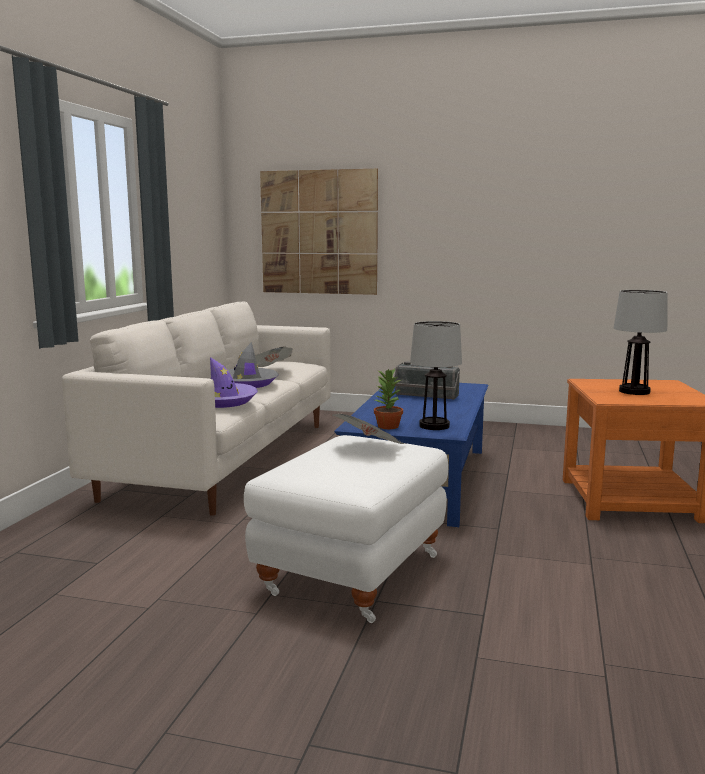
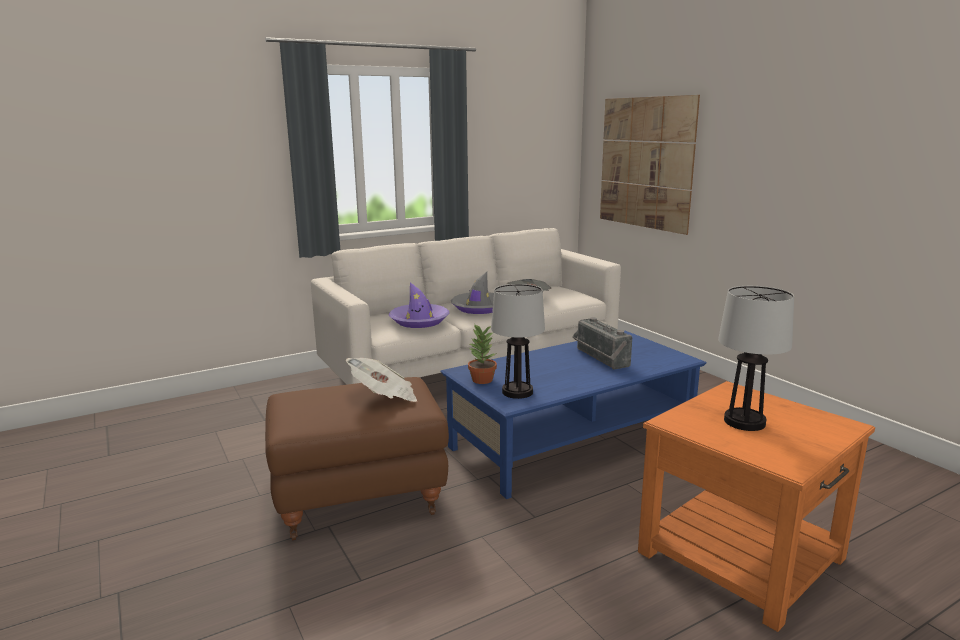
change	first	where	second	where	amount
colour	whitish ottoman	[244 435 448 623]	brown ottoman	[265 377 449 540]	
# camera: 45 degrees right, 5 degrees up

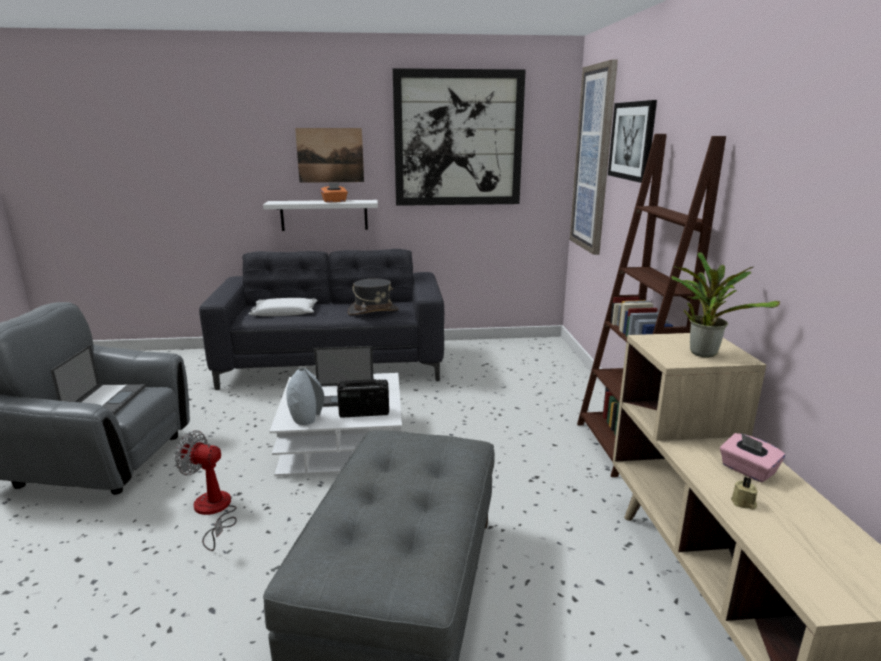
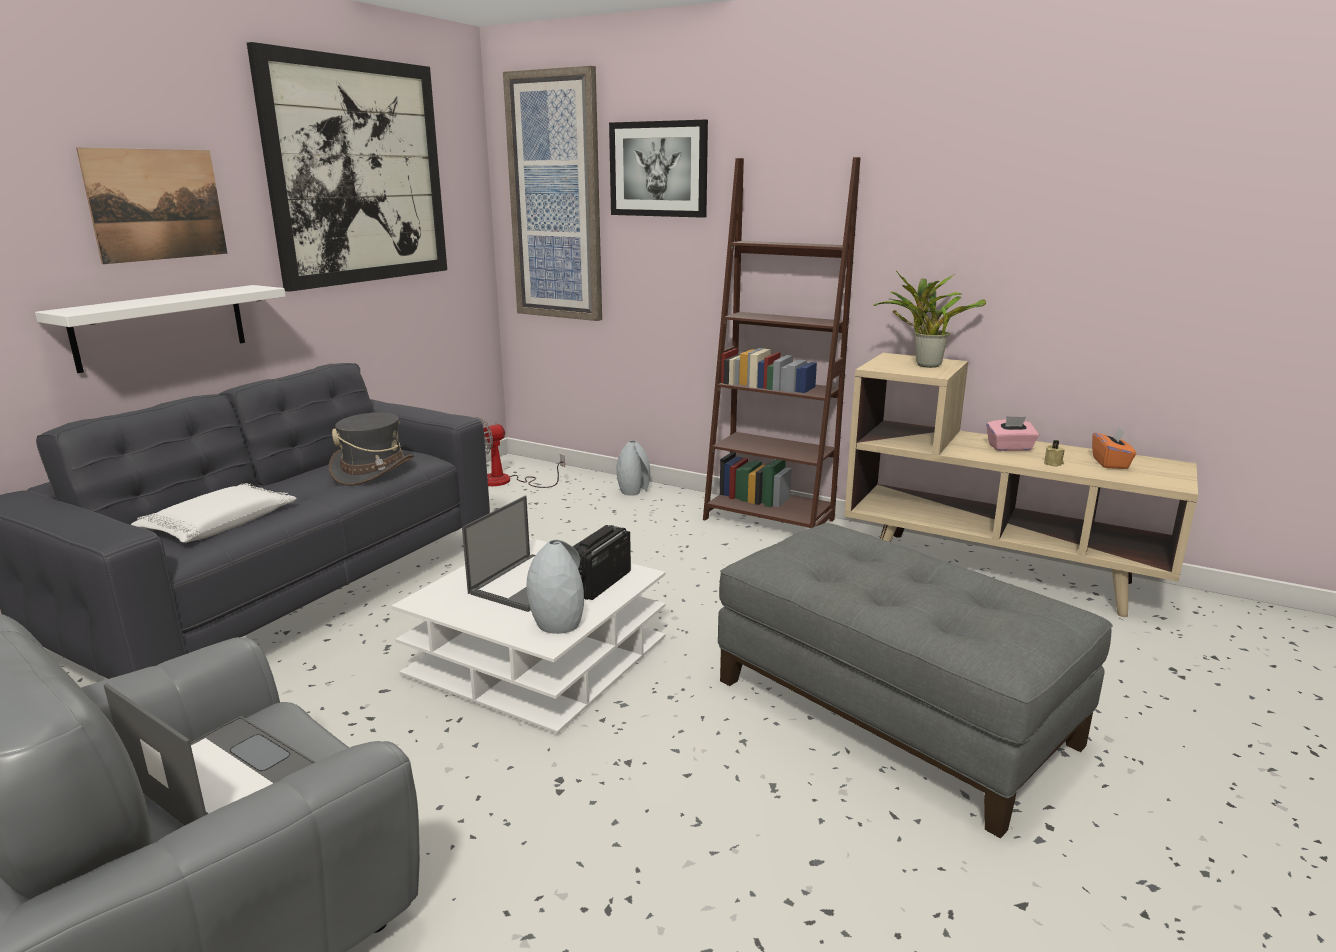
change	first	where	second	where	amount
relocated	orange-coloured box of tissues	[320 182 348 203]		[1092 427 1136 469]	
relocated	electric fan	[175 430 237 551]		[476 417 565 488]	
appeared			grey flower vase	[617 440 650 496]	
# camera: 55 degrees left, 0 degrees up

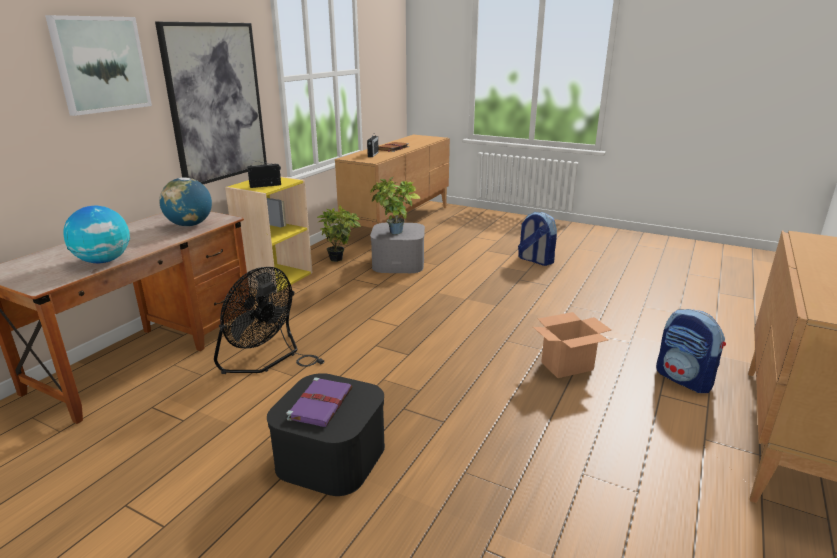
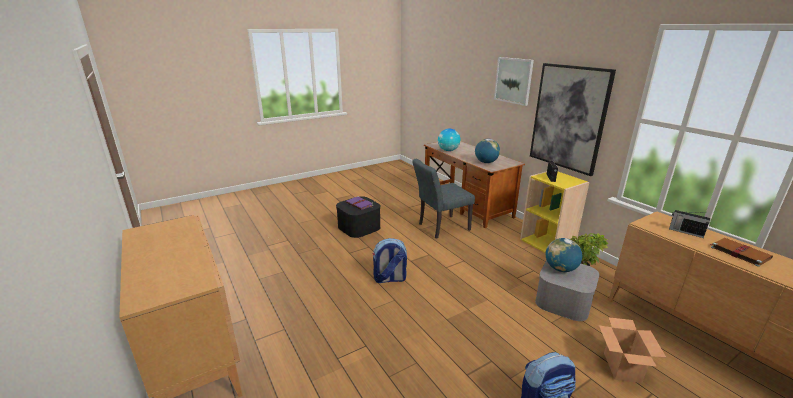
change	first	where	second	where	amount
exchanged	potted plant	[370 177 420 235]	desk globe	[546 238 582 272]	
exchanged	black electric fan	[214 267 324 374]	grey plain chair	[412 159 475 239]	
relocated	knapsack	[656 309 726 393]		[373 238 407 283]	
relocated	packing box	[533 312 611 378]		[599 317 666 383]	
# camera: 120 degrees right, 0 degrees up

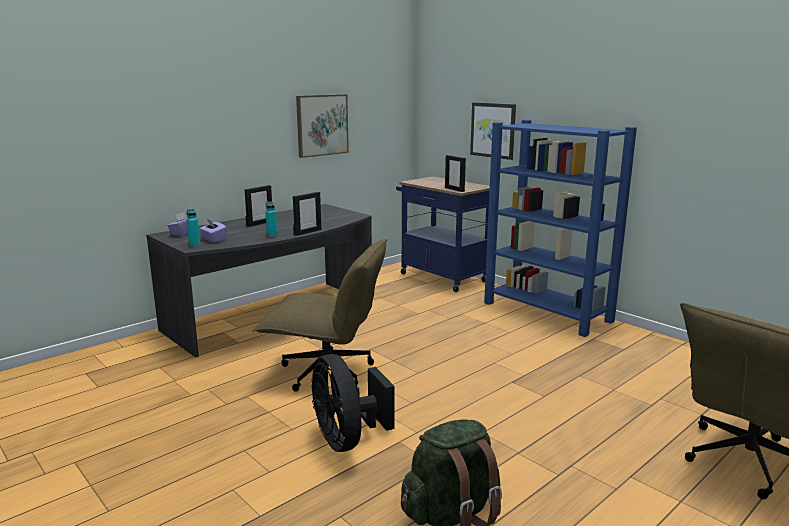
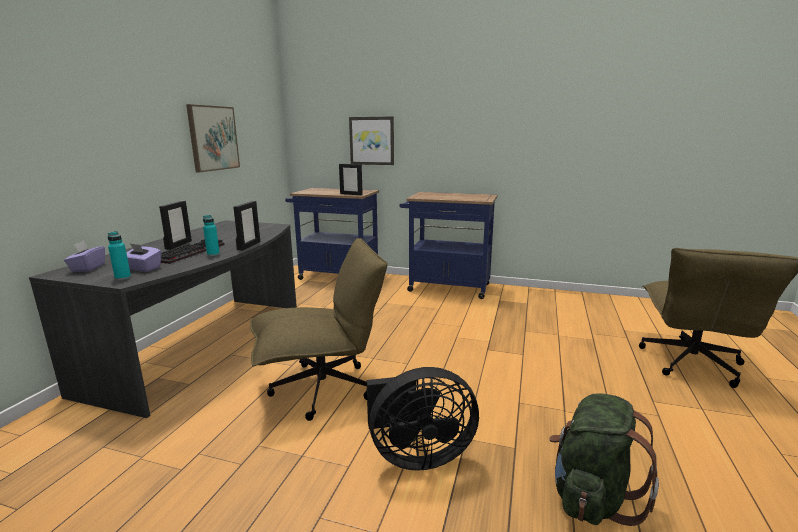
change	first	where	second	where	amount
exchanged	blue-coloured bookshelf	[484 120 637 337]	blue-coloured trolley	[399 192 497 299]	
spun	black electric fan	[311 354 394 452]		[367 367 479 471]	45 degrees counterclockwise
appeared			computer keyboard	[161 239 224 264]	
# camera: 30 degrees left, 0 degrees up

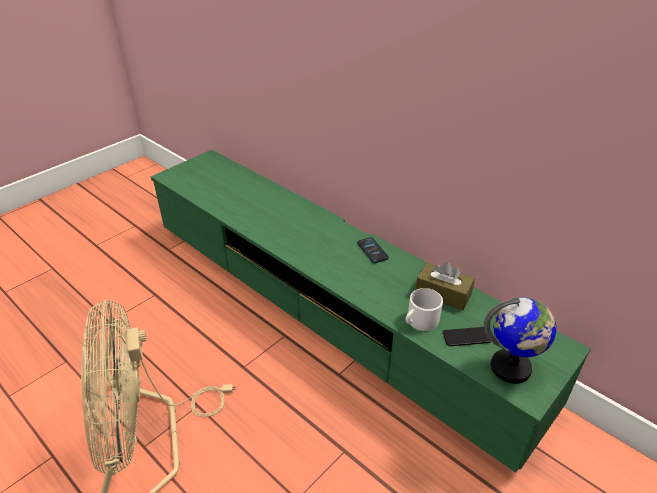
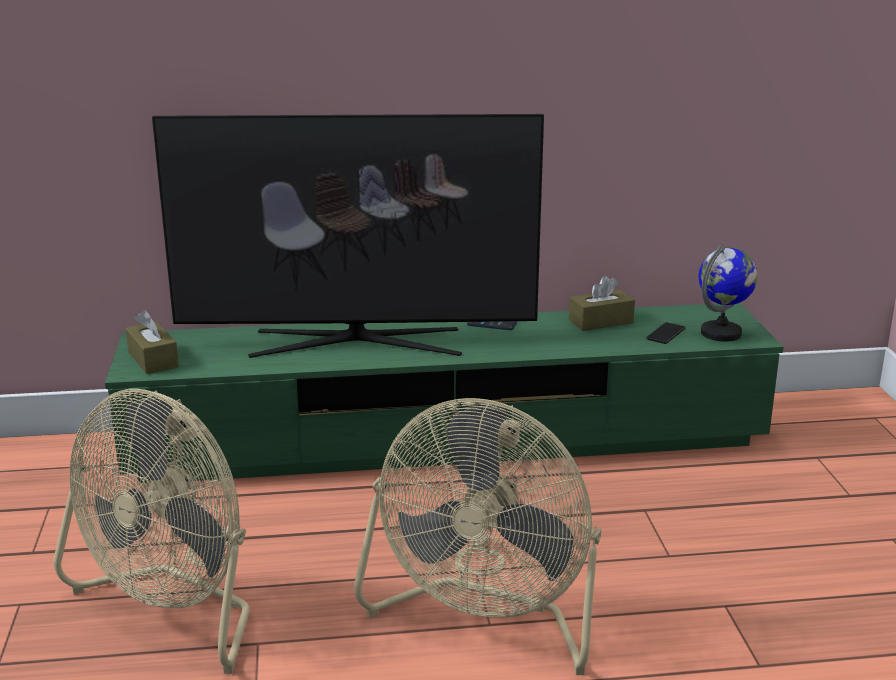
change	first	where	second	where	amount
missing	whitish coffee mug	[405 288 443 331]			
appeared			TV	[152 114 544 358]	
appeared			brown box of tissues	[125 310 179 374]	
appeared			sand-coloured electric fan	[53 389 250 674]	
# camera: 50 degrees left, 15 degrees down

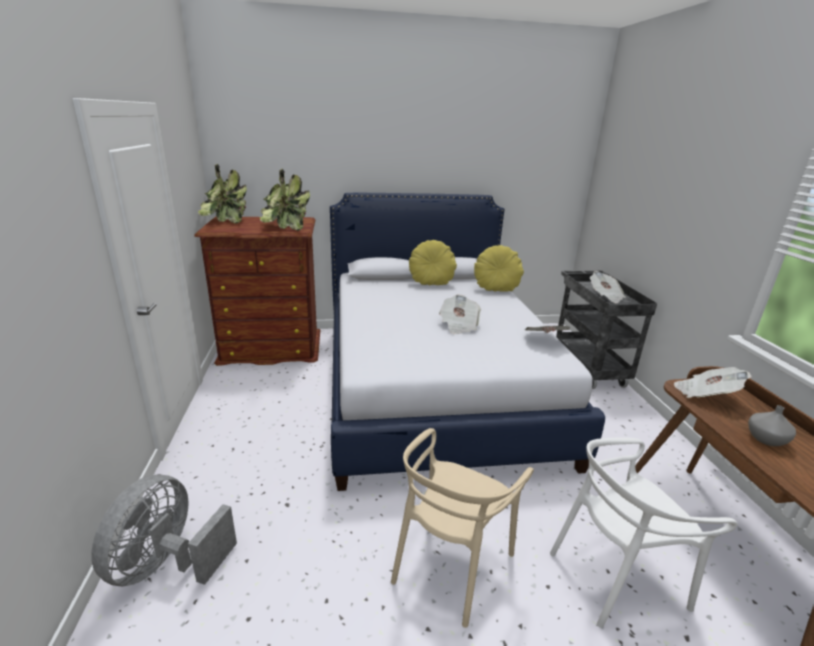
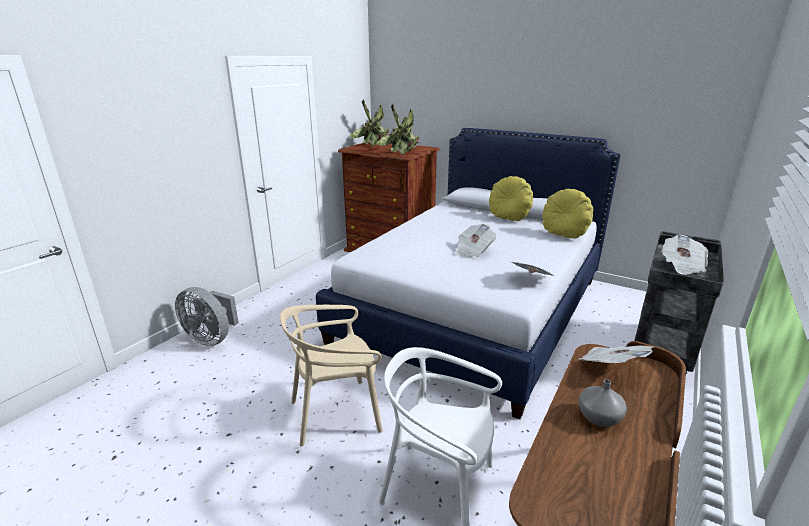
change	first	where	second	where	amount
spun	grey electric fan	[91 475 237 586]		[175 287 239 346]	120 degrees counterclockwise
# camera: 40 degrees right, 0 degrees up

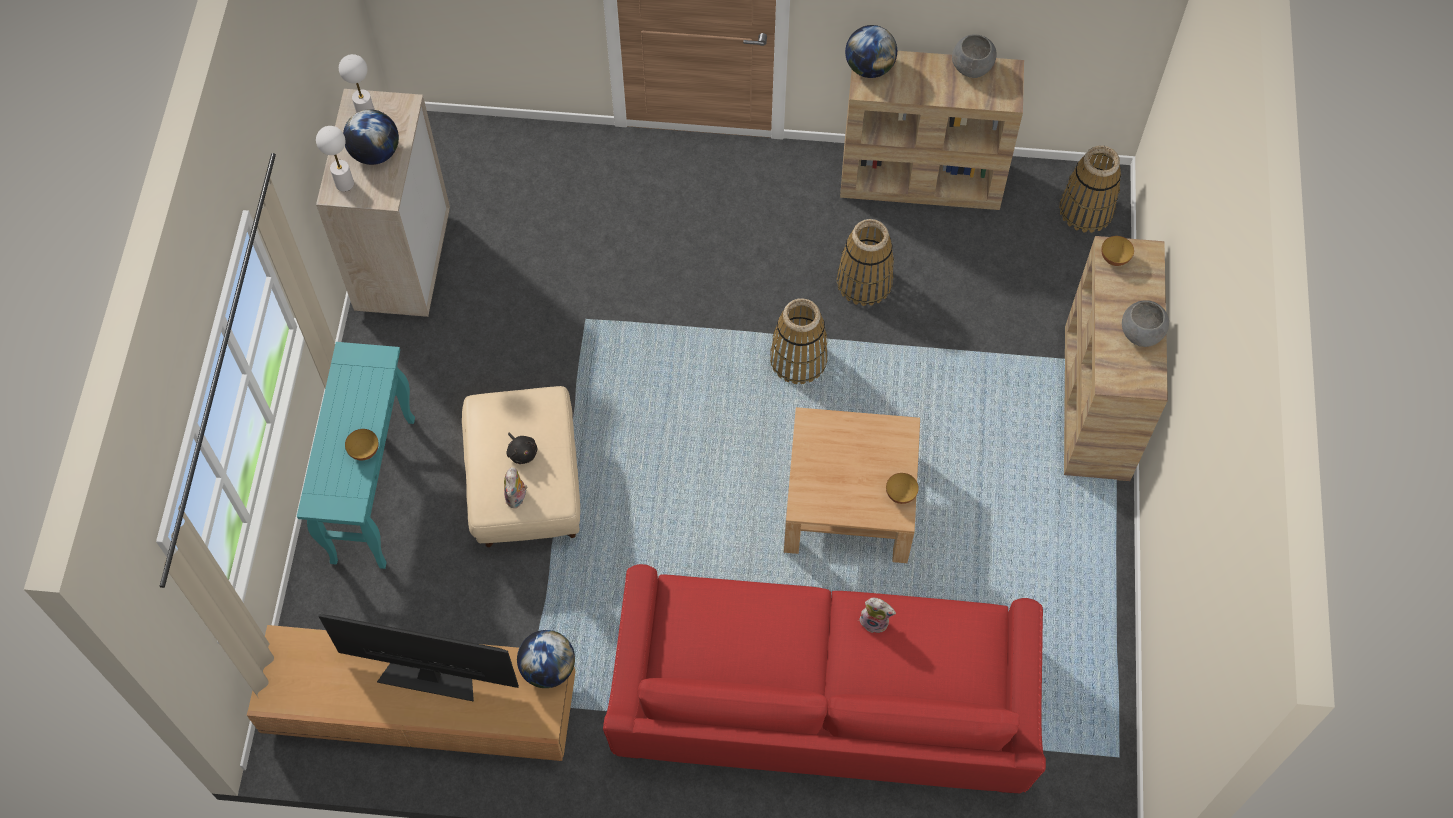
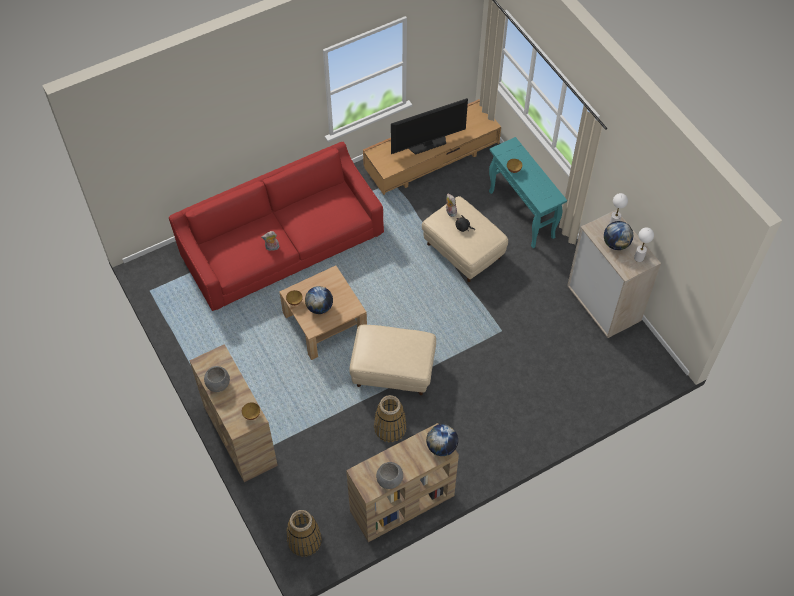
change	first	where	second	where	amount
exchanged	storage basket	[770 298 828 384]	sand-coloured ottoman	[349 325 436 395]	
relocated	desk globe	[517 630 575 688]		[305 286 333 314]	
# camera: 145 degrees right, 5 degrees down

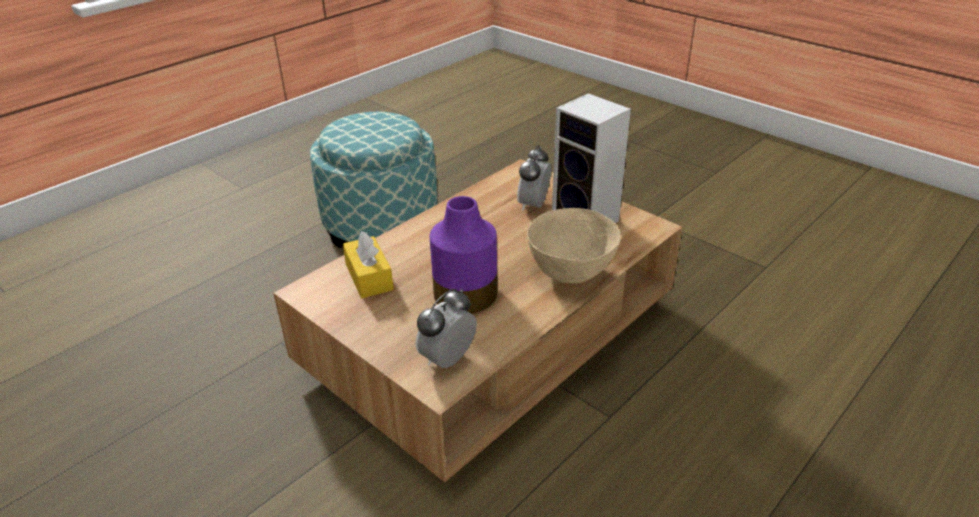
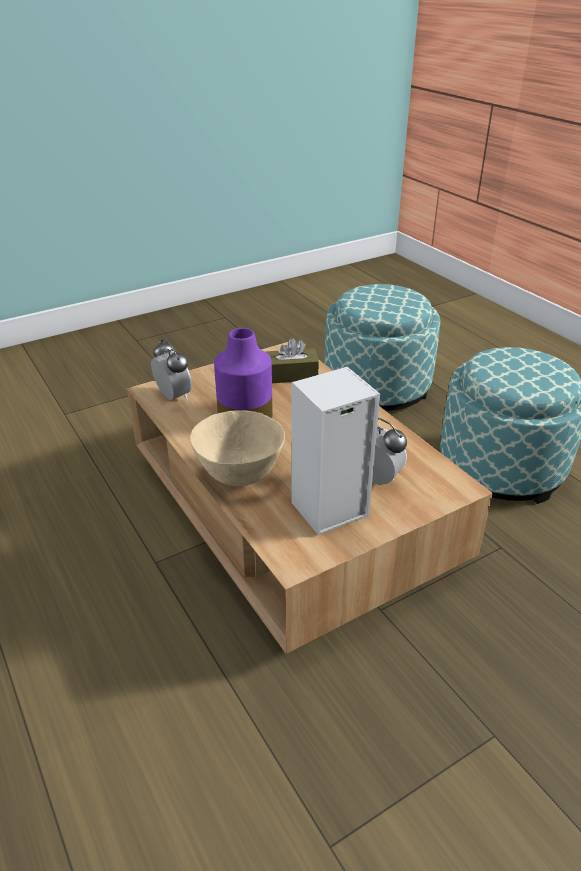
change	first	where	second	where	amount
colour	yellow-coloured box of tissues	[343 231 394 298]	brown box of tissues	[266 338 319 383]	
appeared			ottoman	[325 284 440 411]	
# camera: 105 degrees right, 0 degrees up

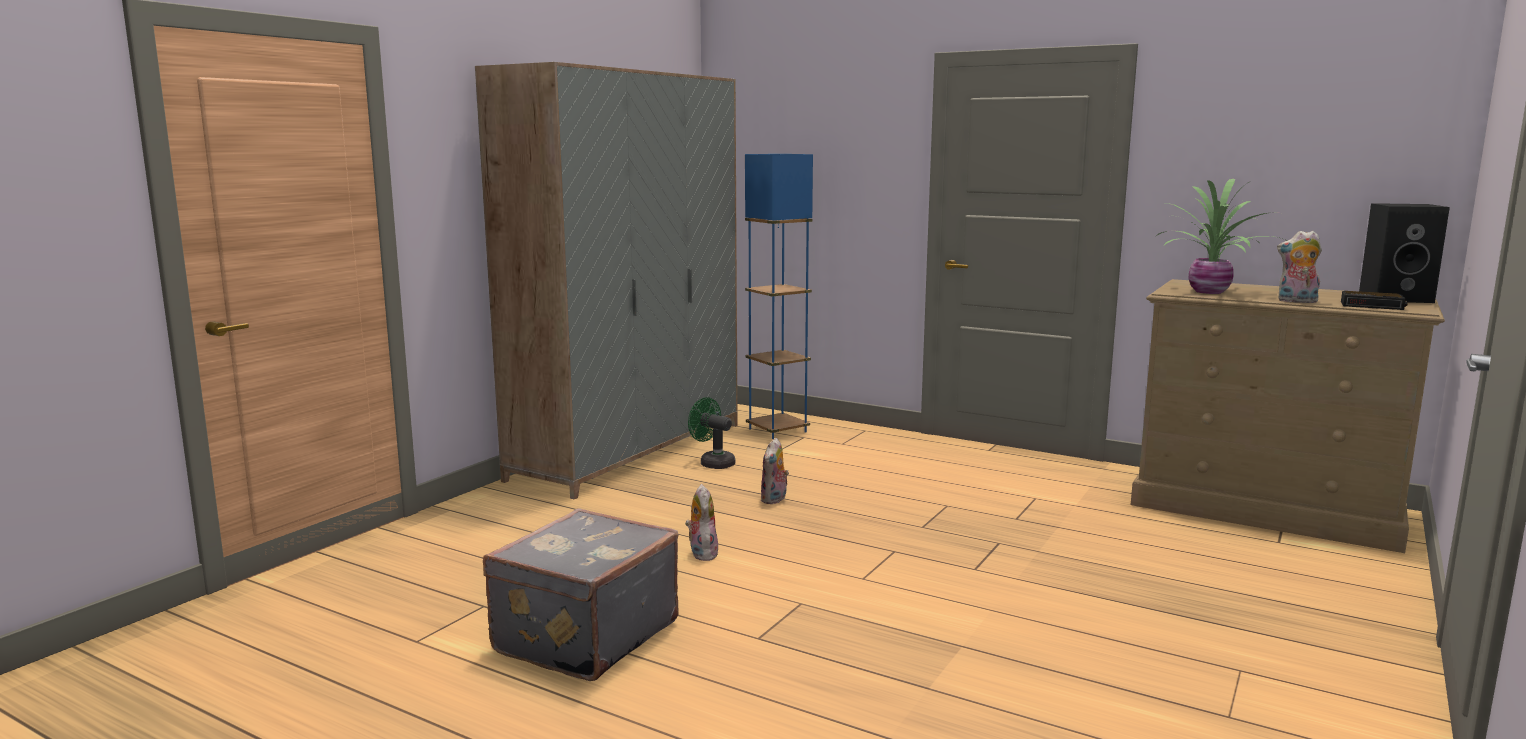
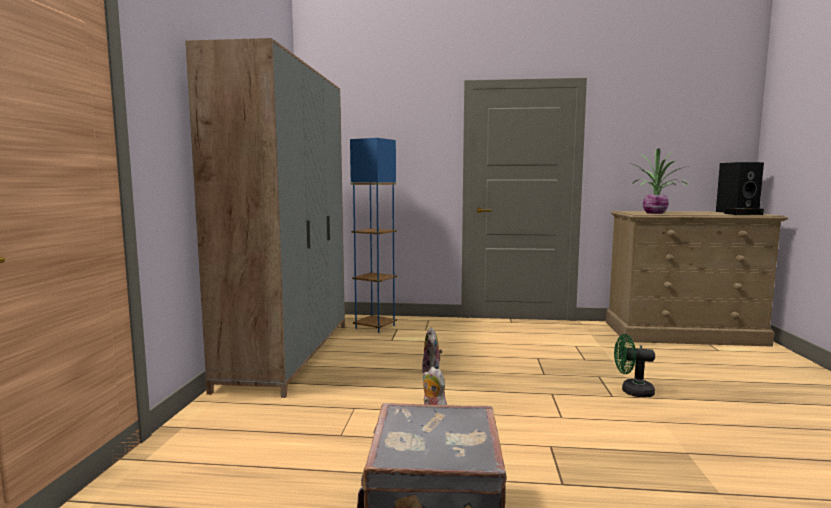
change	first	where	second	where	amount
missing	plush toy	[1277 231 1322 303]			
relocated	greenish electric fan	[688 397 735 469]		[614 334 655 397]	
# camera: 25 degrees left, 5 degrees down

